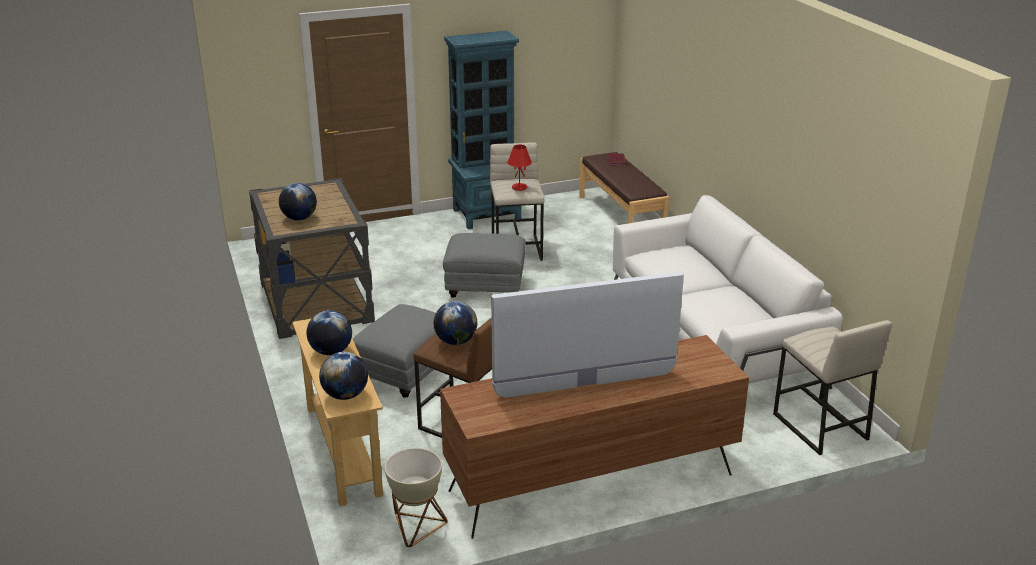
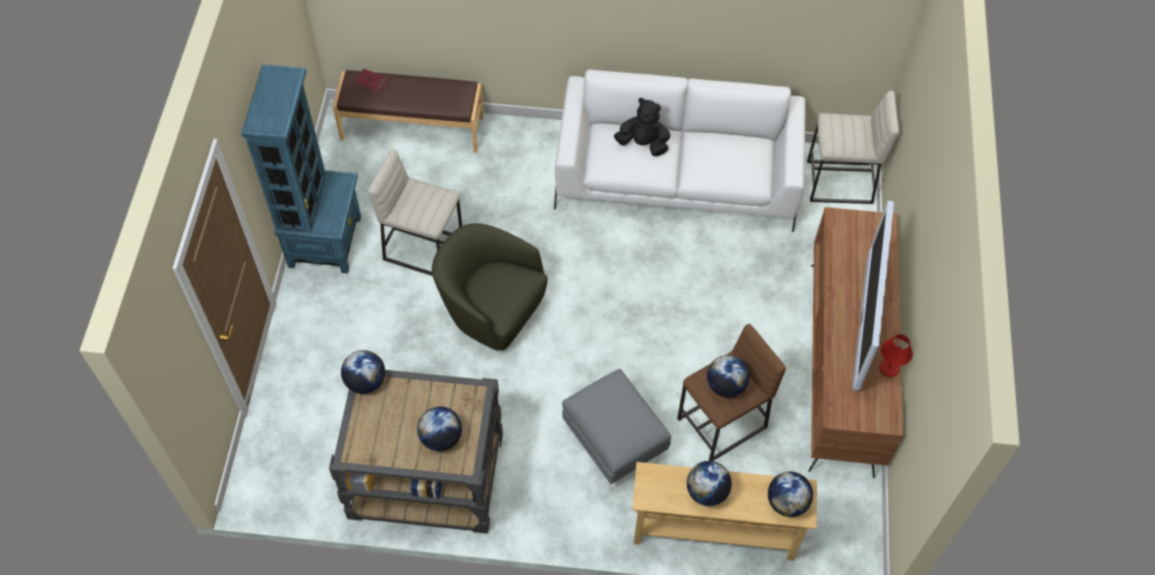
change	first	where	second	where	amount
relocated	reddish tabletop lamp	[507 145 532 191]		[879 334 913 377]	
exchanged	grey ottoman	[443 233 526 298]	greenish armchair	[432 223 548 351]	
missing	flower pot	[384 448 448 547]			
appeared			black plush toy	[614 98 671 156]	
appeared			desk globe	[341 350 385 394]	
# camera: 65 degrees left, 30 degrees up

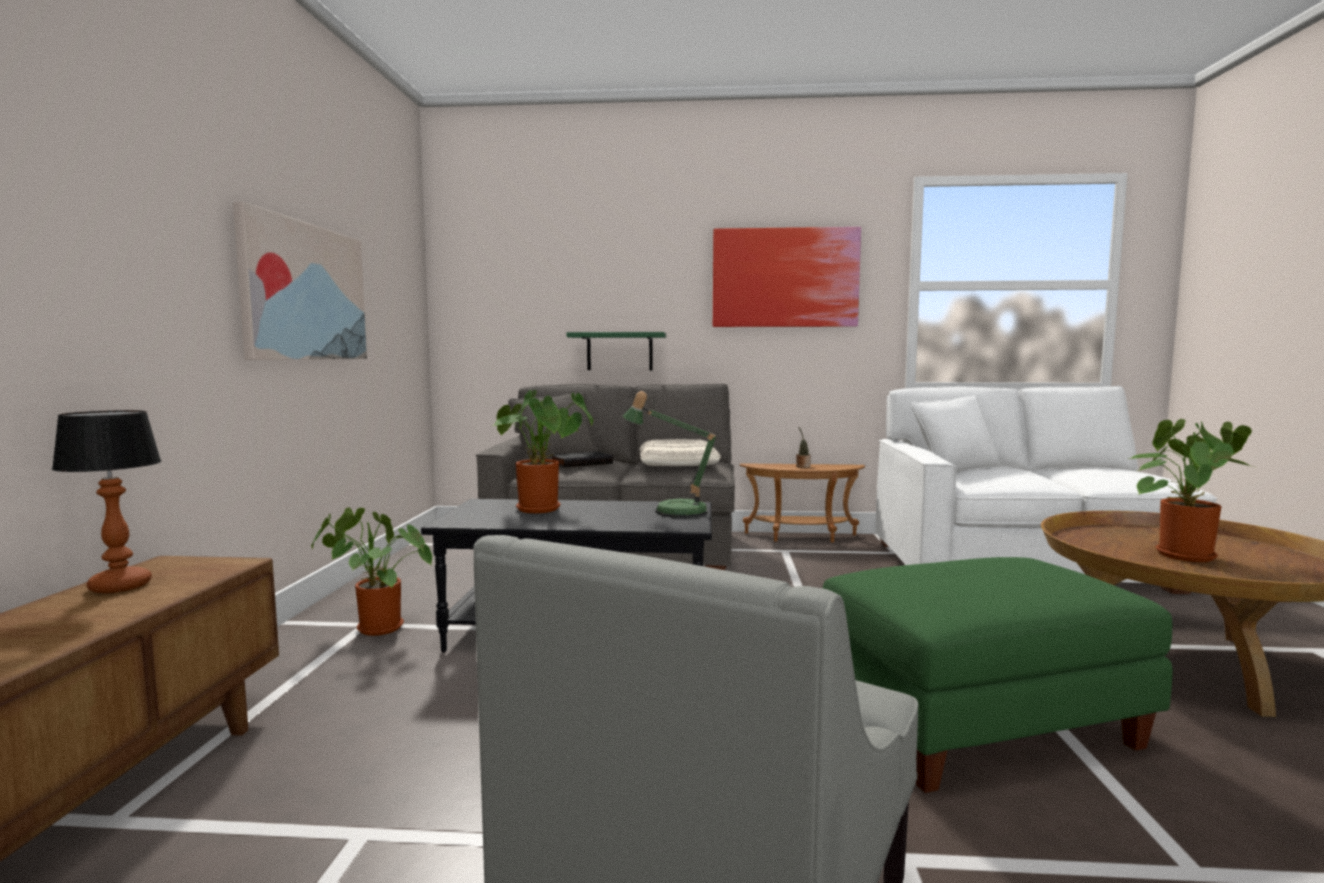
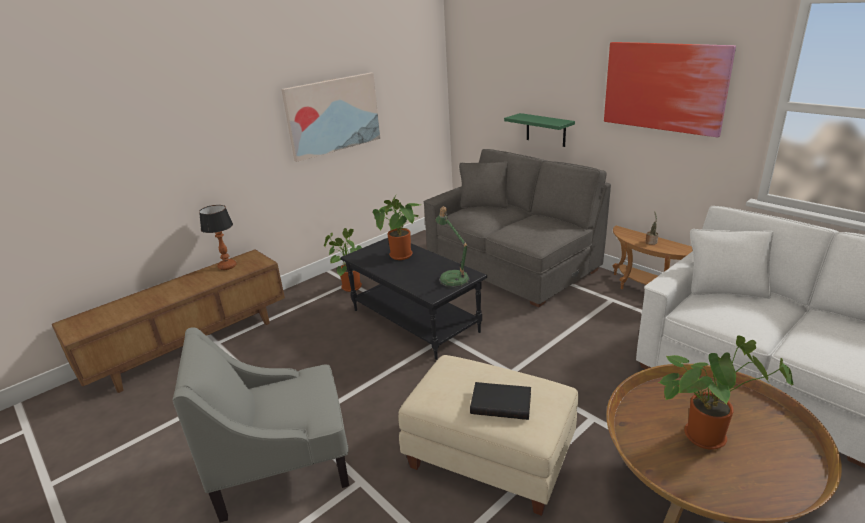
change	first	where	second	where	amount
missing	sand-coloured pillow	[640 439 721 466]			
relocated	black bound book	[552 451 613 468]		[470 382 531 420]	
colour	greenish ottoman	[823 557 1173 793]	sand-coloured ottoman	[398 355 578 516]	
# camera: 45 degrees right, 20 degrees up

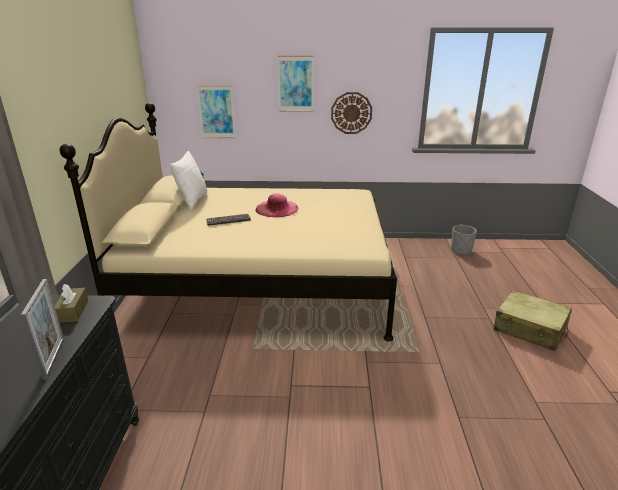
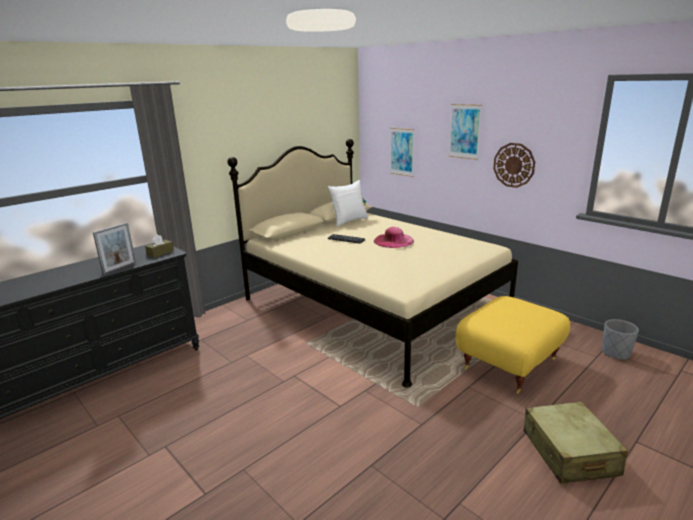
change	first	where	second	where	amount
appeared			yellow-coloured ottoman	[456 296 570 394]	
# camera: 45 degrees right, 5 degrees down

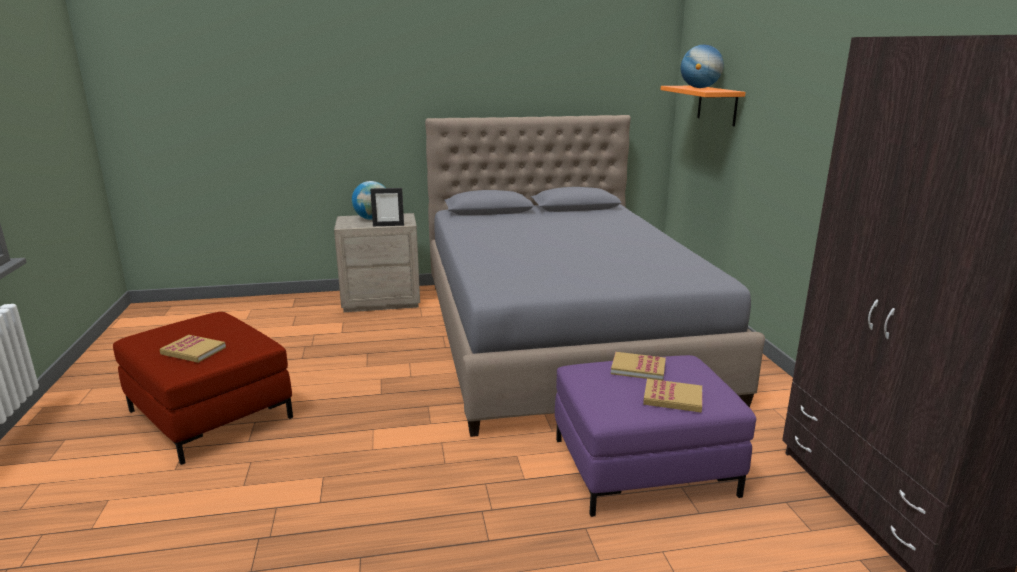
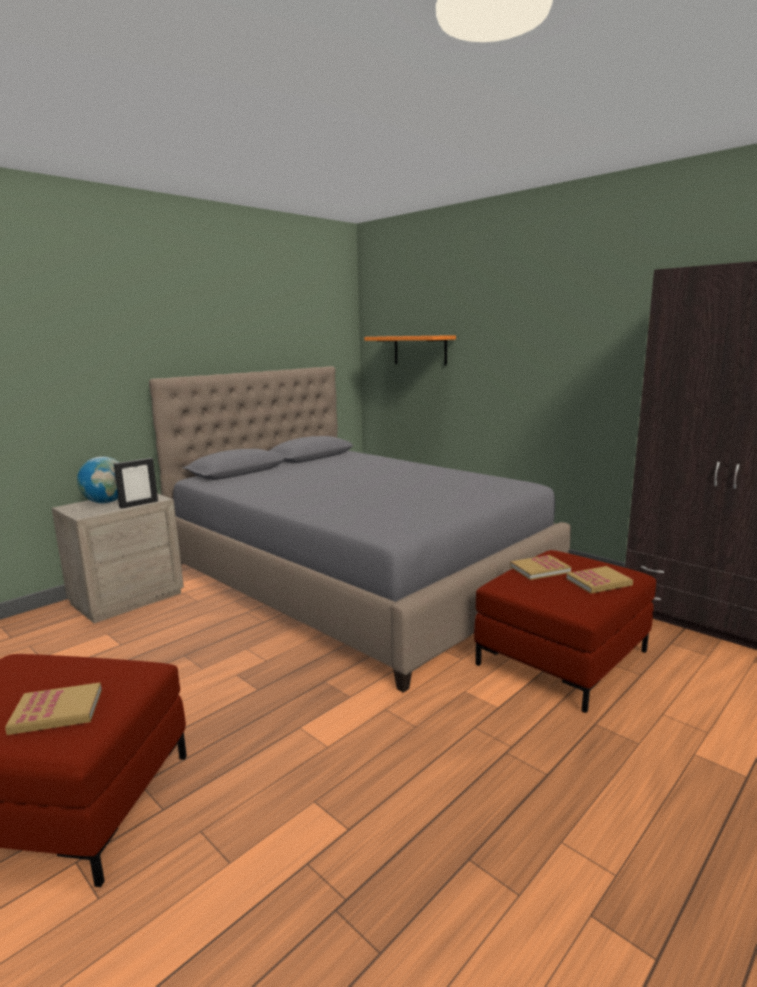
change	first	where	second	where	amount
missing	desk globe	[681 45 724 88]			
colour	purple-coloured ottoman	[555 355 756 517]	reddish ottoman	[474 550 656 713]	
# camera: 35 degrees left, 5 degrees down

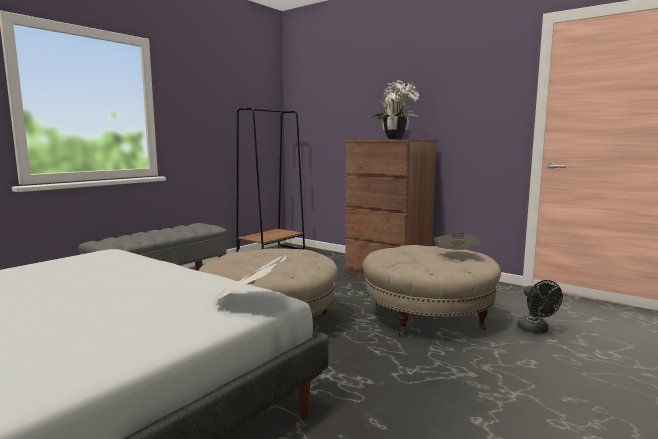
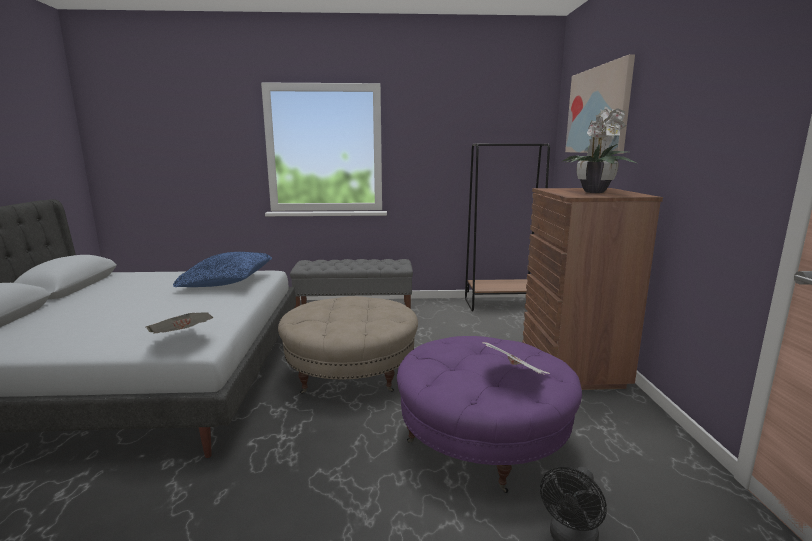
change	first	where	second	where	amount
colour	sand-coloured ottoman	[362 245 501 336]	purple-coloured ottoman	[397 336 582 493]	
appeared			wall picture	[565 54 635 154]	
appeared			blue-coloured pillow	[173 252 272 287]	
# camera: 50 degrees right, 5 degrees up

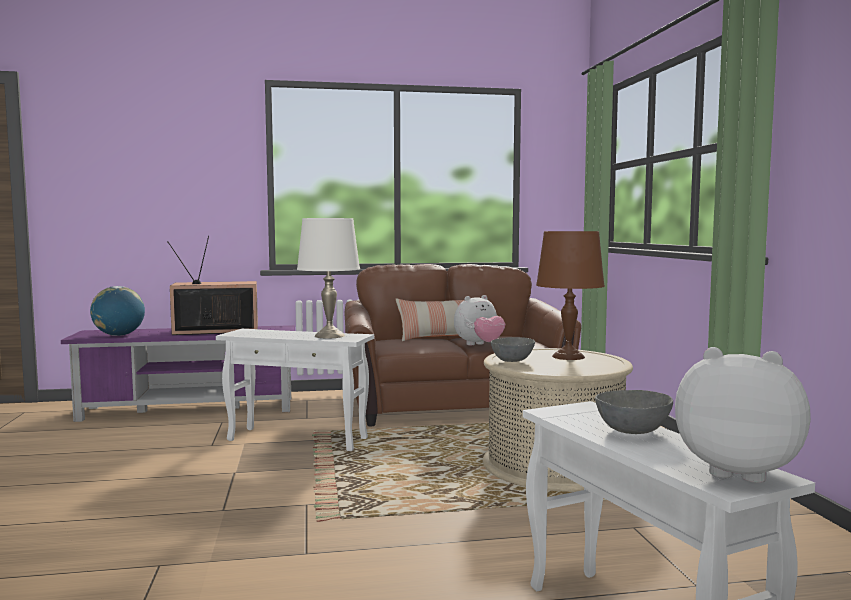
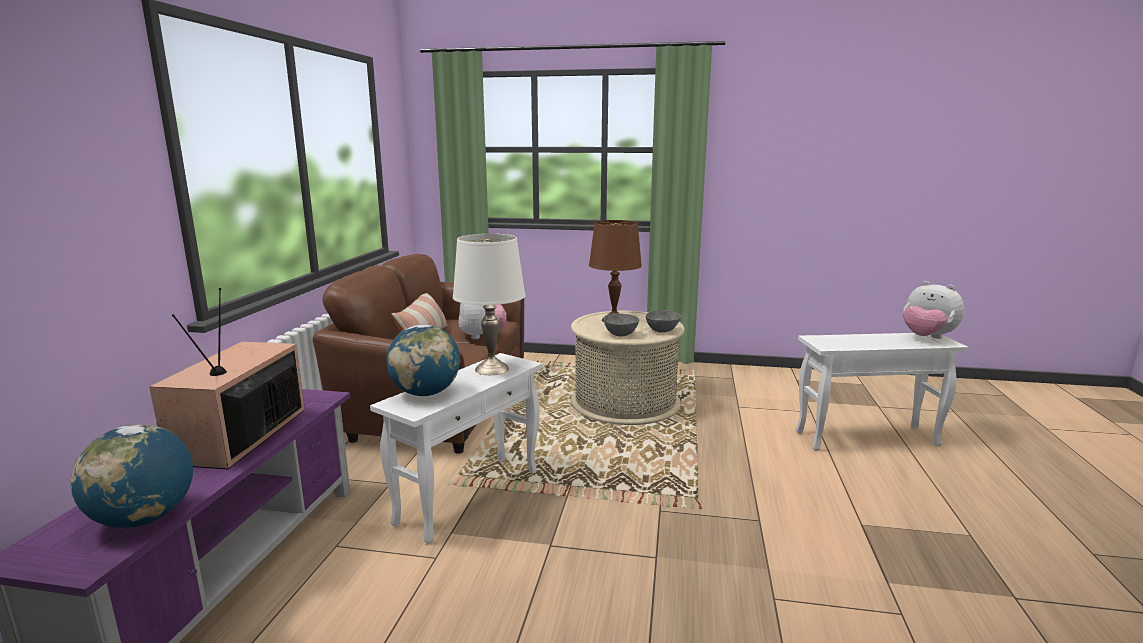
change	first	where	second	where	amount
spun	plush toy	[675 347 811 483]		[903 281 964 339]	90 degrees counterclockwise
relocated	grey bowl	[595 390 673 434]		[646 310 681 332]	
appeared			desk globe	[386 324 460 396]	
# camera: 70 degrees left, 10 degrees up

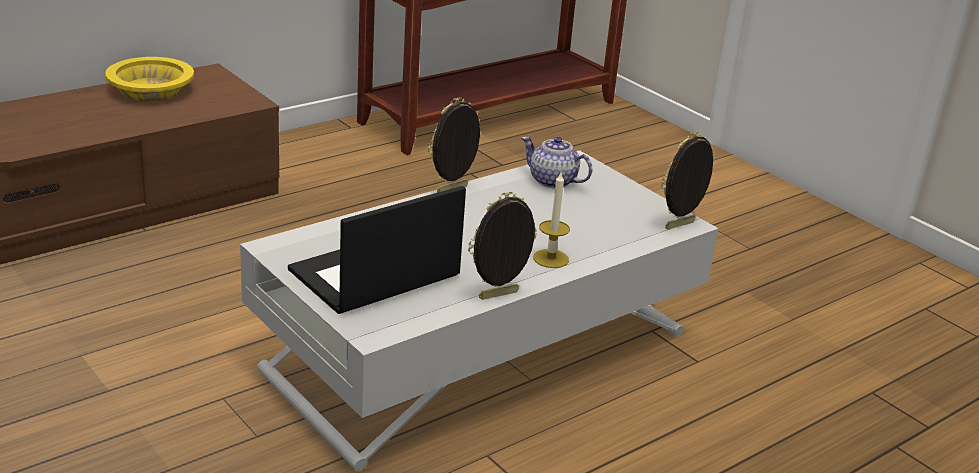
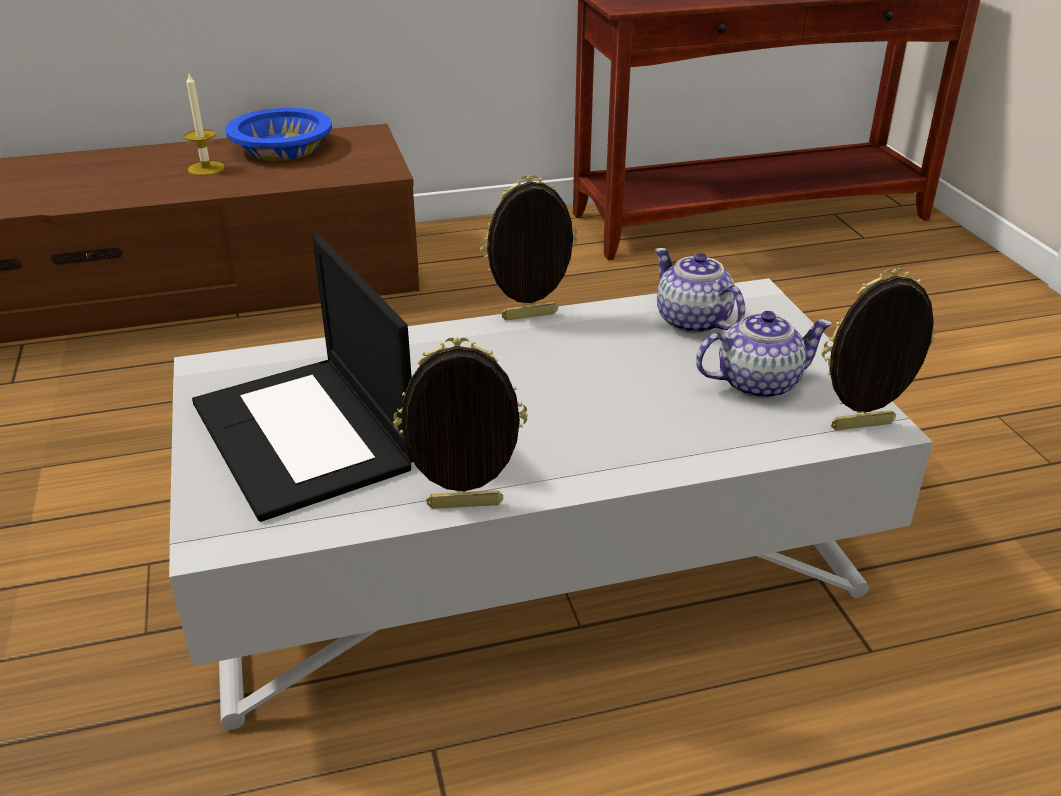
change	first	where	second	where	amount
colour	yellow-coloured bowl	[105 57 194 102]	blue-coloured bowl	[225 108 332 161]	
relocated	candle	[533 173 570 268]		[184 74 225 175]	
spun	notebook computer	[288 186 466 314]		[192 235 413 522]	105 degrees counterclockwise
appeared			teapot	[696 311 832 399]	
# camera: 25 degrees right, 5 degrees up

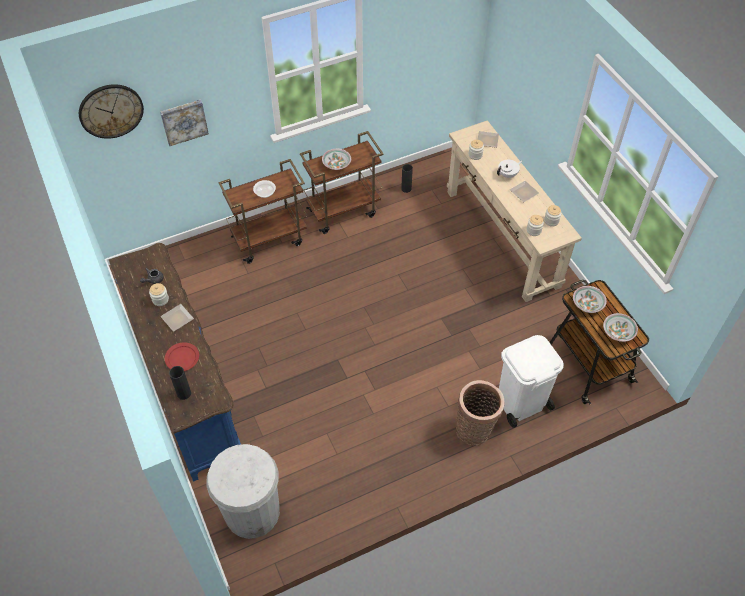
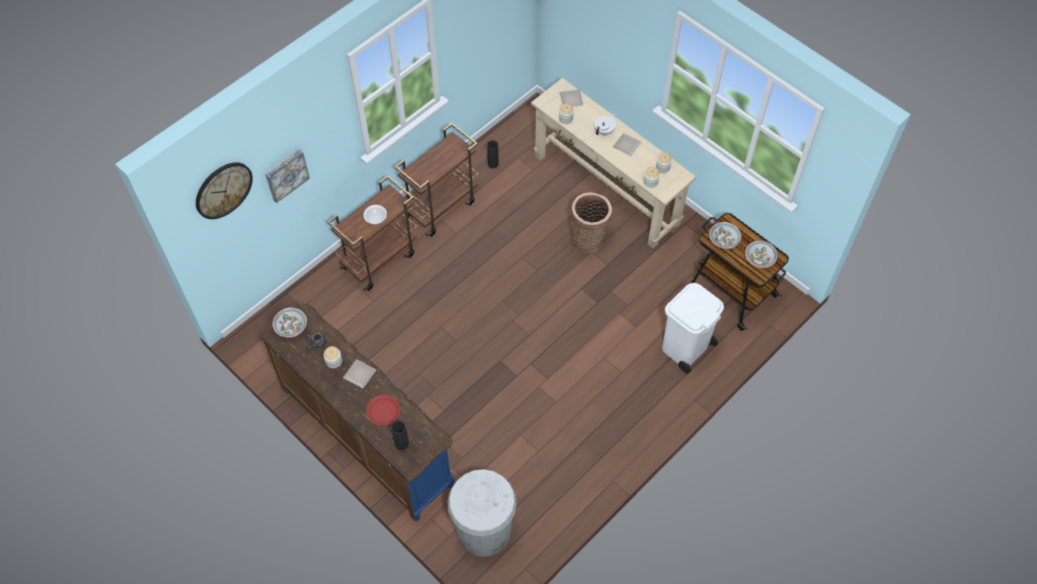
change	first	where	second	where	amount
relocated	bowl	[322 148 351 170]		[272 307 307 337]	
relocated	storage basket	[456 380 505 446]		[571 192 612 253]	
# camera: 20 degrees left, 5 degrees up

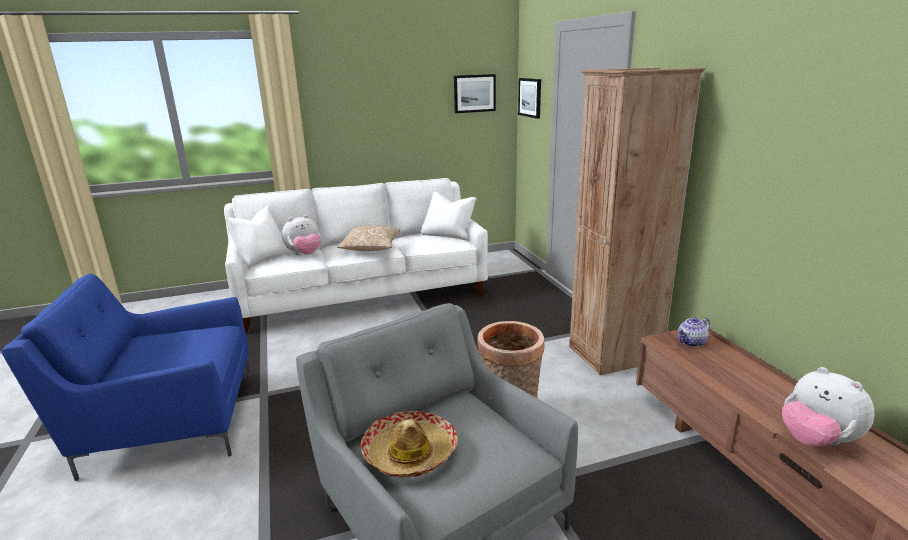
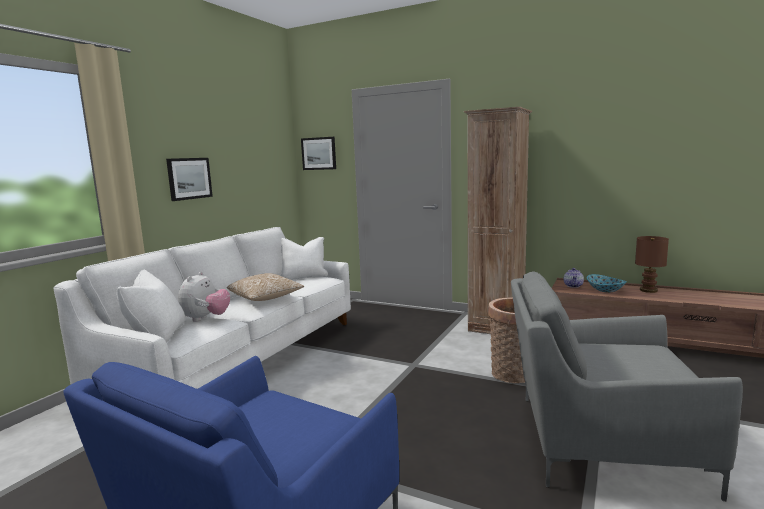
change	first	where	second	where	amount
relocated	wall picture	[454 74 496 113]		[166 158 213 201]	
missing	plush toy	[782 367 875 447]			
missing	wearable hat	[361 411 458 477]			
appeared			brown tabletop lamp	[635 236 669 293]	
appeared			bowl	[586 274 627 293]	
# camera: 45 degrees left, 10 degrees down

